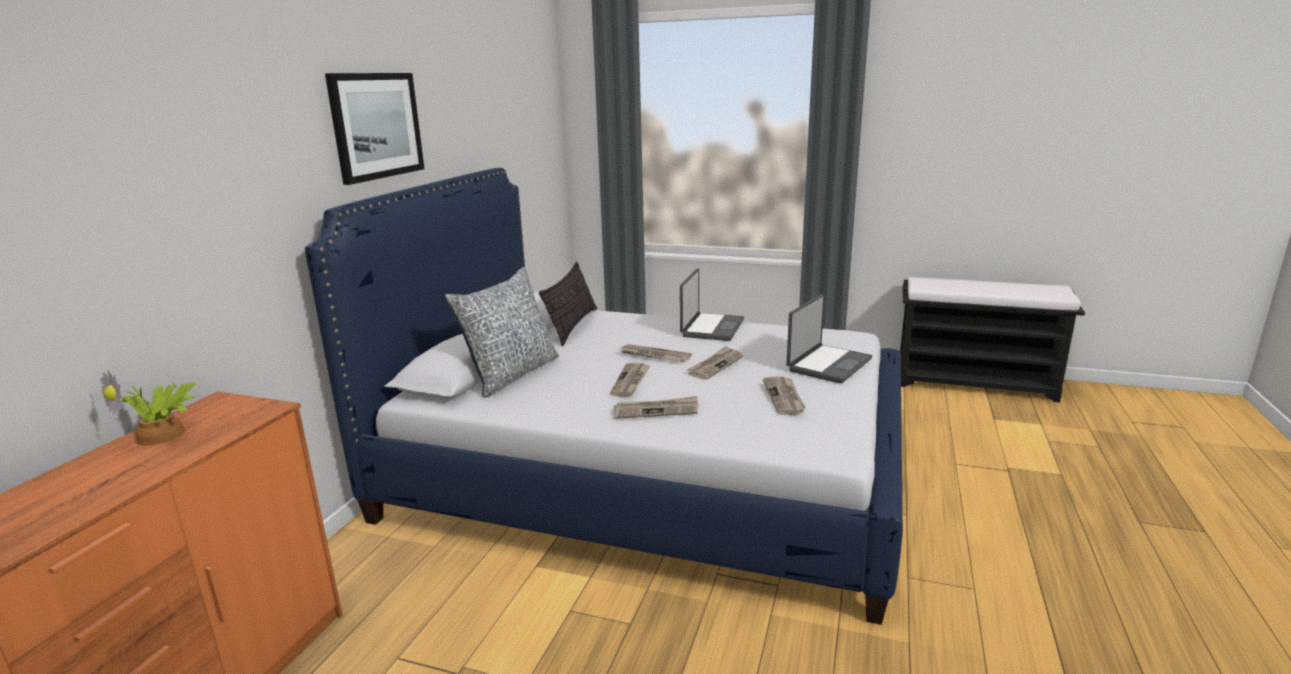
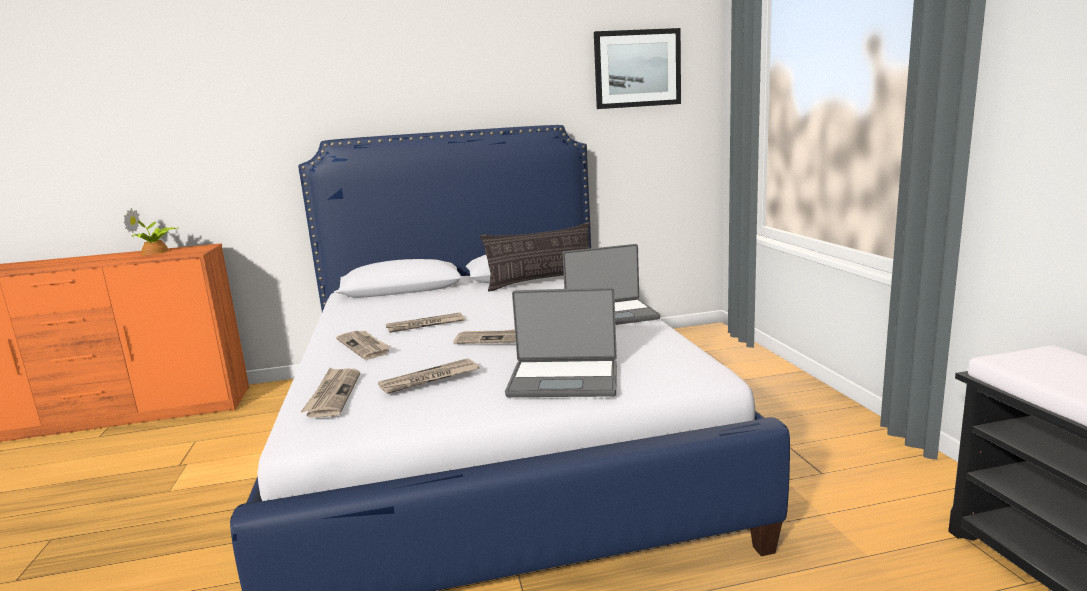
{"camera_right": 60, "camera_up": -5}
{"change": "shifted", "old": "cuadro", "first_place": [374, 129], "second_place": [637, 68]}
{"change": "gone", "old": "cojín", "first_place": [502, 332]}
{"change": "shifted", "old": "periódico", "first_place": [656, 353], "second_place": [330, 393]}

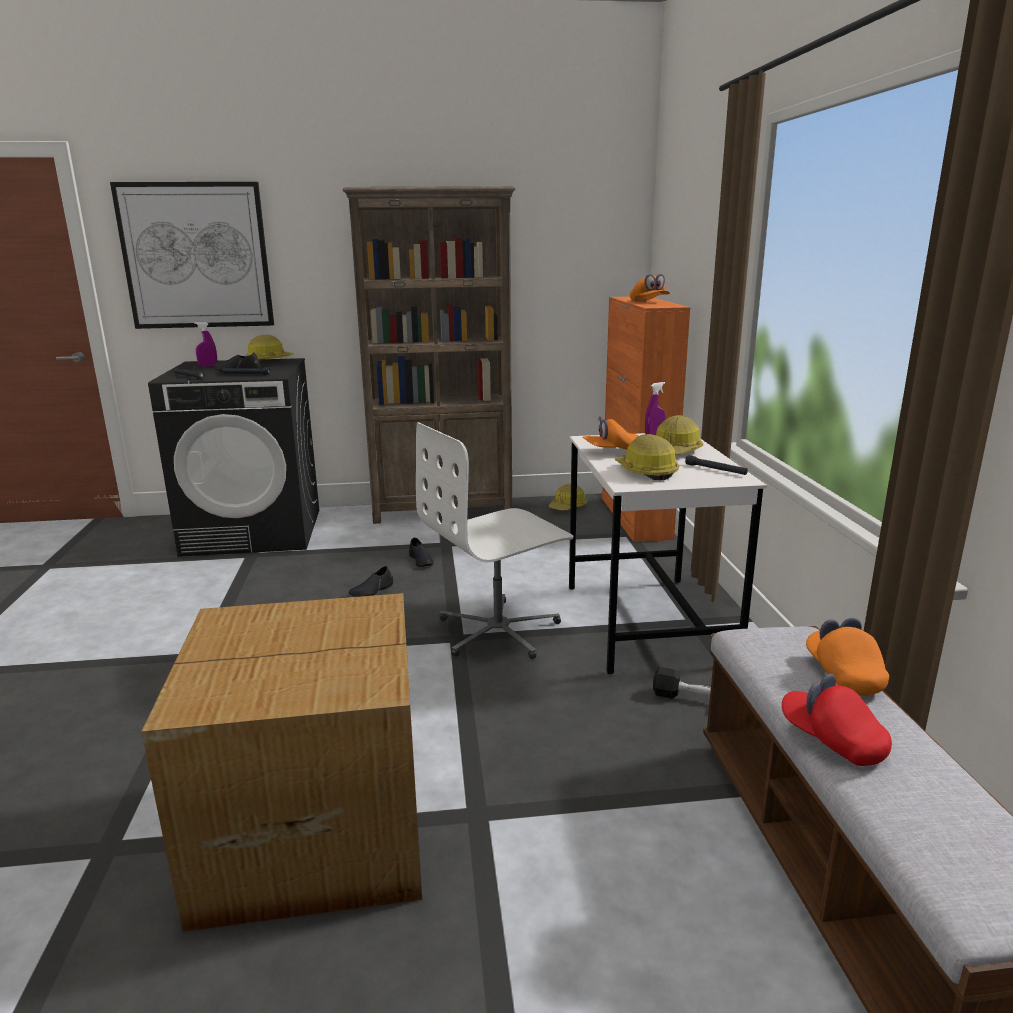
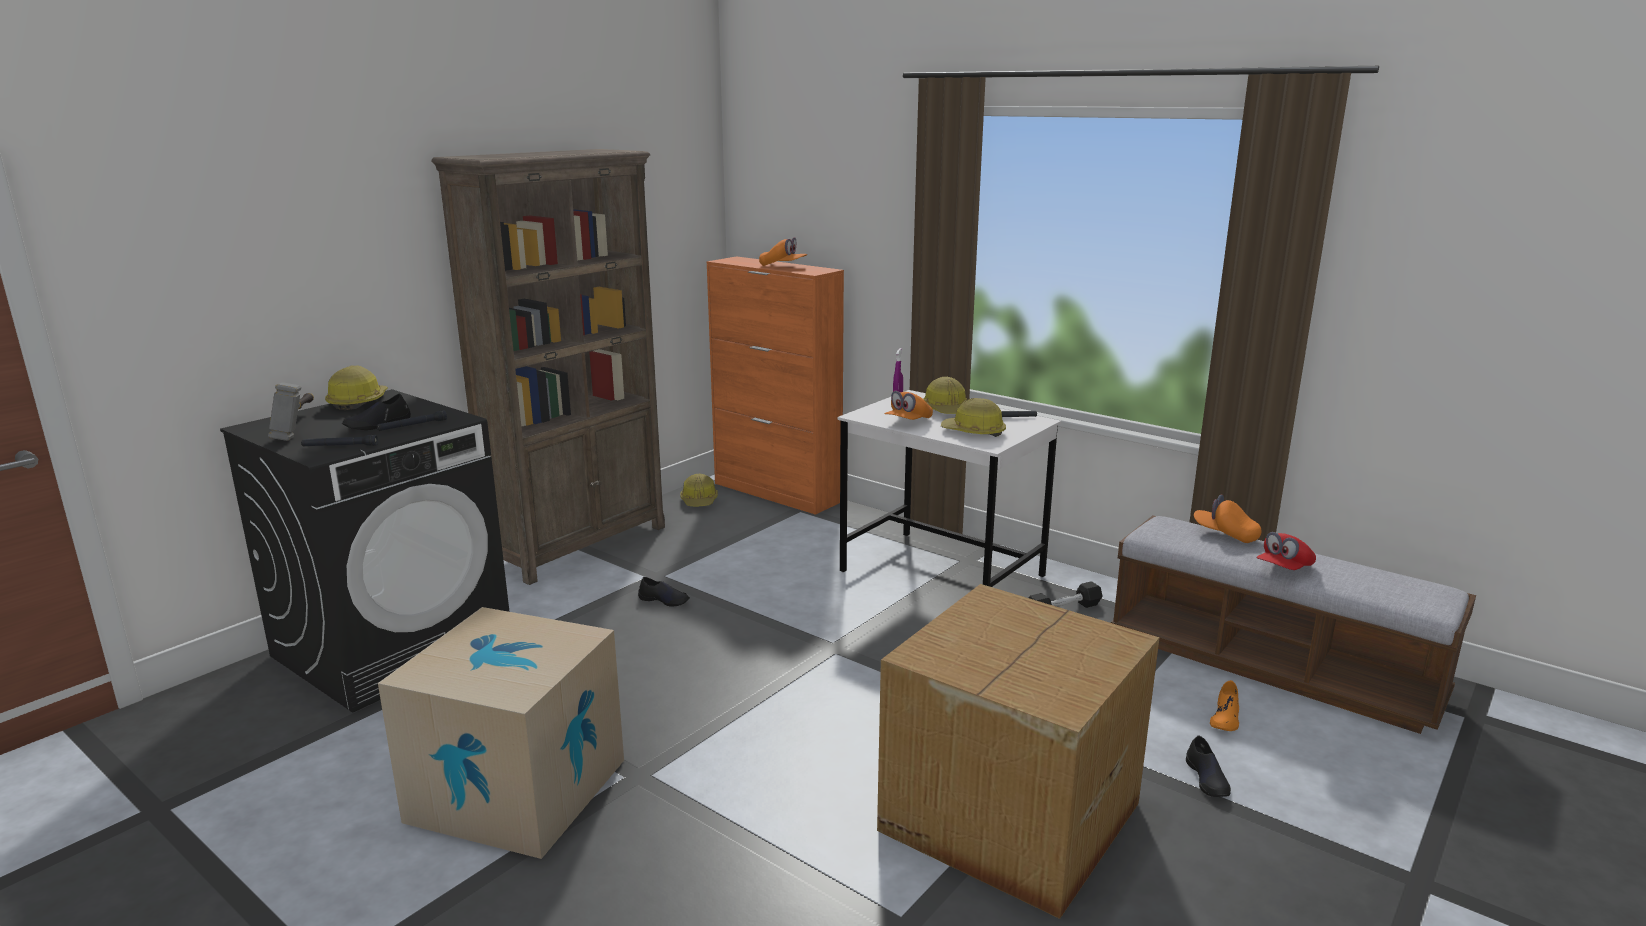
{"camera_right": -45, "camera_up": 0}
{"change": "gone", "old": "cuadro", "first_place": [192, 255]}
{"change": "swapped", "old": "pulverizador [morado]", "new": "martillo", "first_place": [205, 344], "second_place": [291, 411]}
{"change": "shifted", "old": "zapato [negro]", "first_place": [371, 581], "second_place": [1208, 766]}
{"change": "gone", "old": "silla de oficina [blanco]", "first_place": [495, 540]}
{"change": "rotated", "old": "gorra [rojo]", "first_place": [837, 720], "second_place": [1286, 551], "degrees": -45}
{"change": "new", "new": "caja de cartón", "second_place": [501, 733]}
{"change": "new", "new": "zapato [naranja]", "second_place": [1224, 705]}

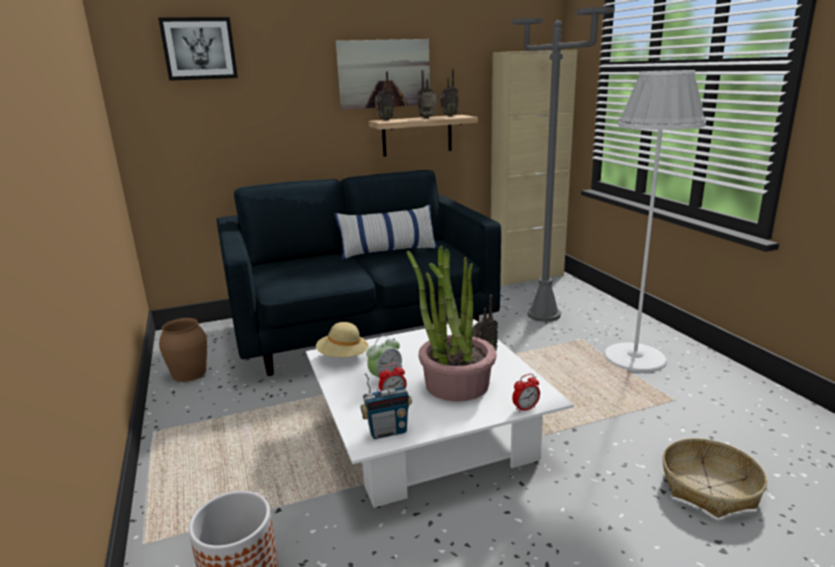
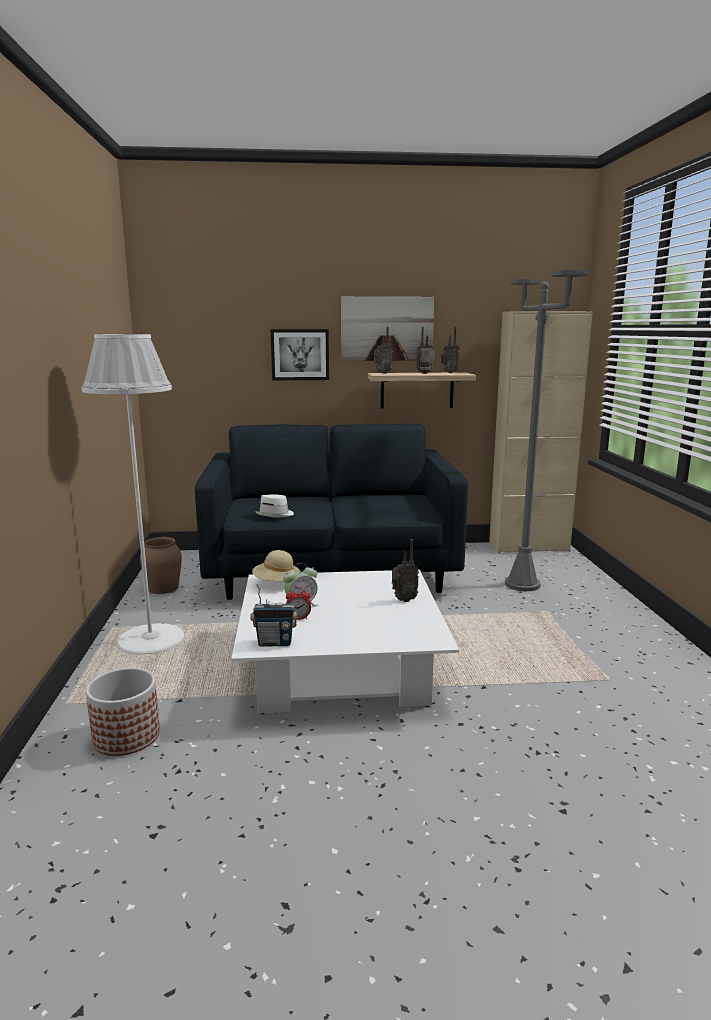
{"camera_right": 15, "camera_up": -5}
{"change": "shifted", "old": "cuadro", "first_place": [198, 49], "second_place": [299, 354]}
{"change": "gone", "old": "cojín", "first_place": [386, 233]}
{"change": "gone", "old": "planta en maceta", "first_place": [451, 323]}
{"change": "gone", "old": "despertador", "first_place": [526, 393]}
{"change": "shifted", "old": "lámpara de pie [blanco]", "first_place": [655, 221], "second_place": [133, 494]}
{"change": "gone", "old": "cesta", "first_place": [714, 478]}
{"change": "new", "new": "sombrero [blanco]", "second_place": [274, 506]}

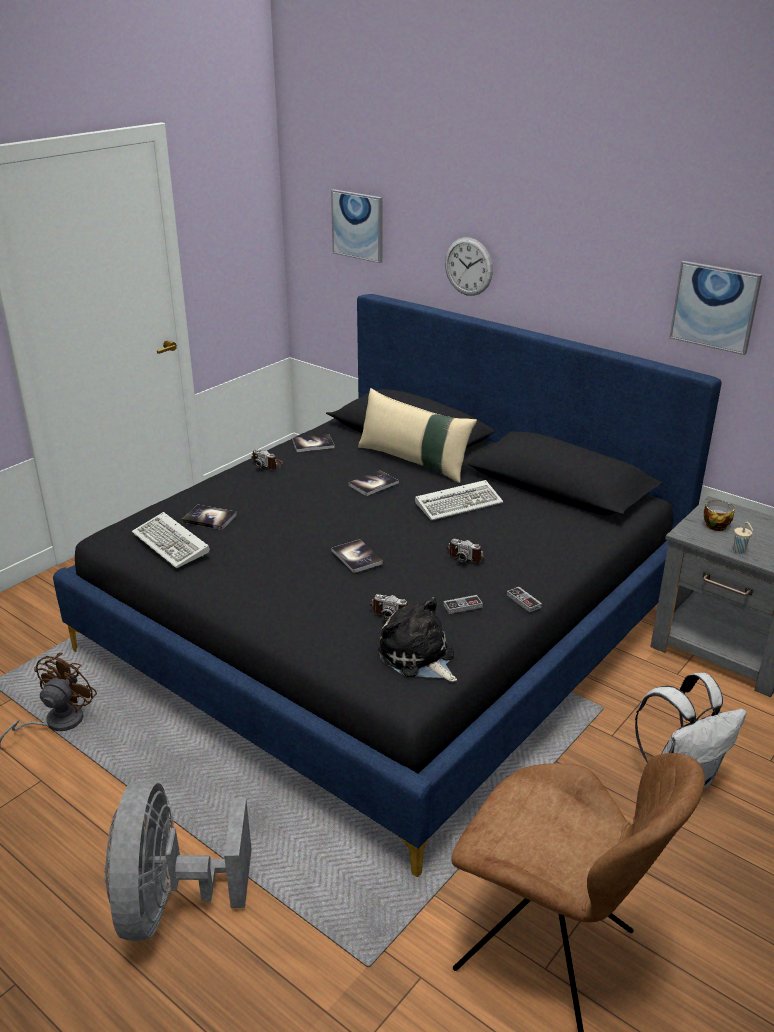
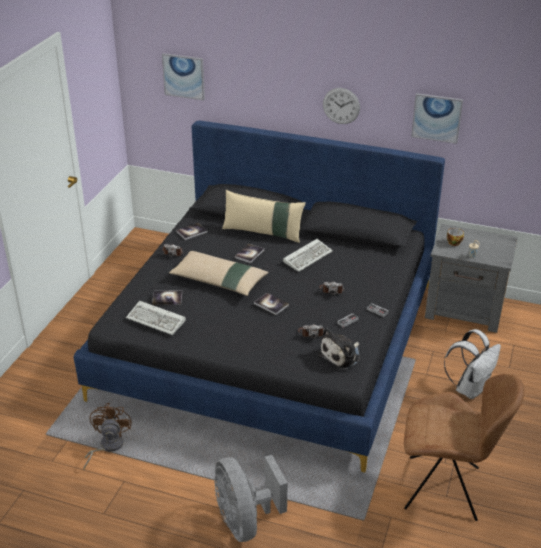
{"camera_right": -20, "camera_up": 5}
{"change": "rotated", "old": "peluche", "first_place": [417, 639], "second_place": [339, 349], "degrees": -75}
{"change": "shifted", "old": "reloj de pared", "first_place": [469, 266], "second_place": [341, 106]}
{"change": "new", "new": "cojín [beis]", "second_place": [219, 273]}

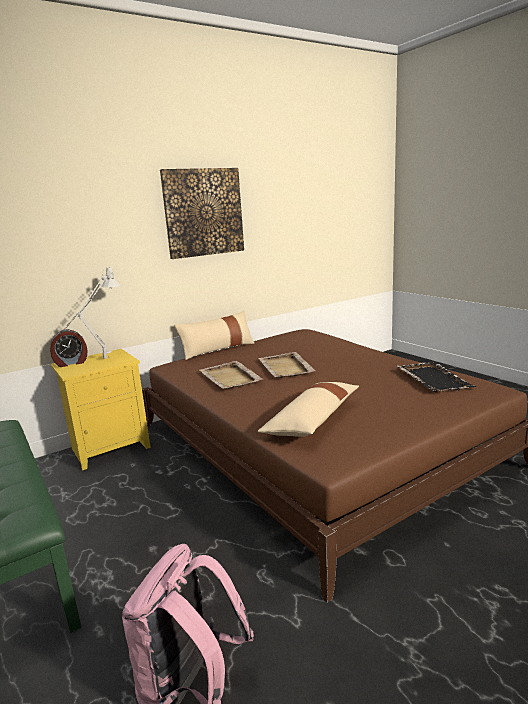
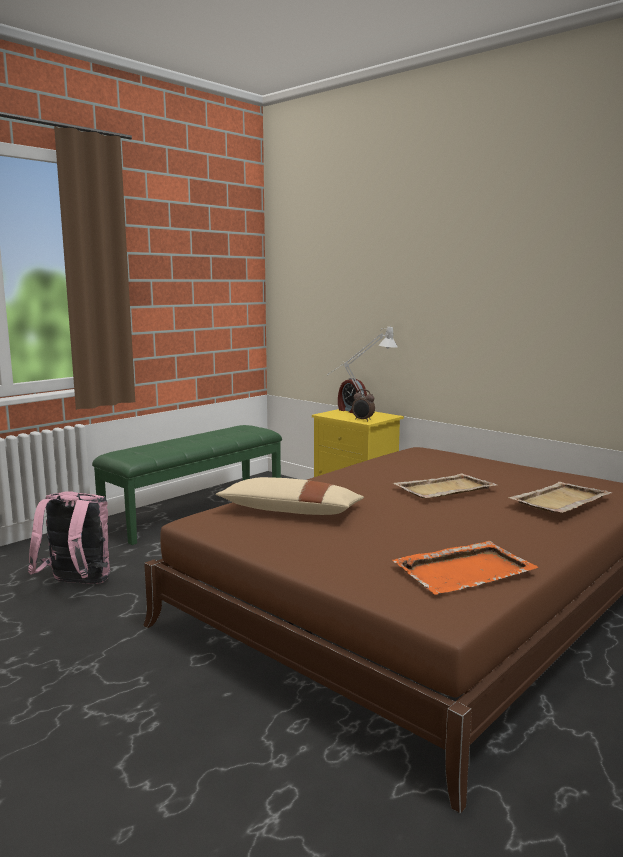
{"camera_right": 75, "camera_up": -5}
{"change": "gone", "old": "cuadro", "first_place": [202, 213]}
{"change": "gone", "old": "cojín [beis]", "first_place": [214, 335]}
{"change": "shifted", "old": "bandeja [beis]", "first_place": [231, 375], "second_place": [560, 497]}
{"change": "repainted", "old": "bandeja [negro]", "new": "bandeja [naranja]", "first_place": [437, 377], "second_place": [465, 568]}
{"change": "new", "new": "despertador", "second_place": [363, 405]}

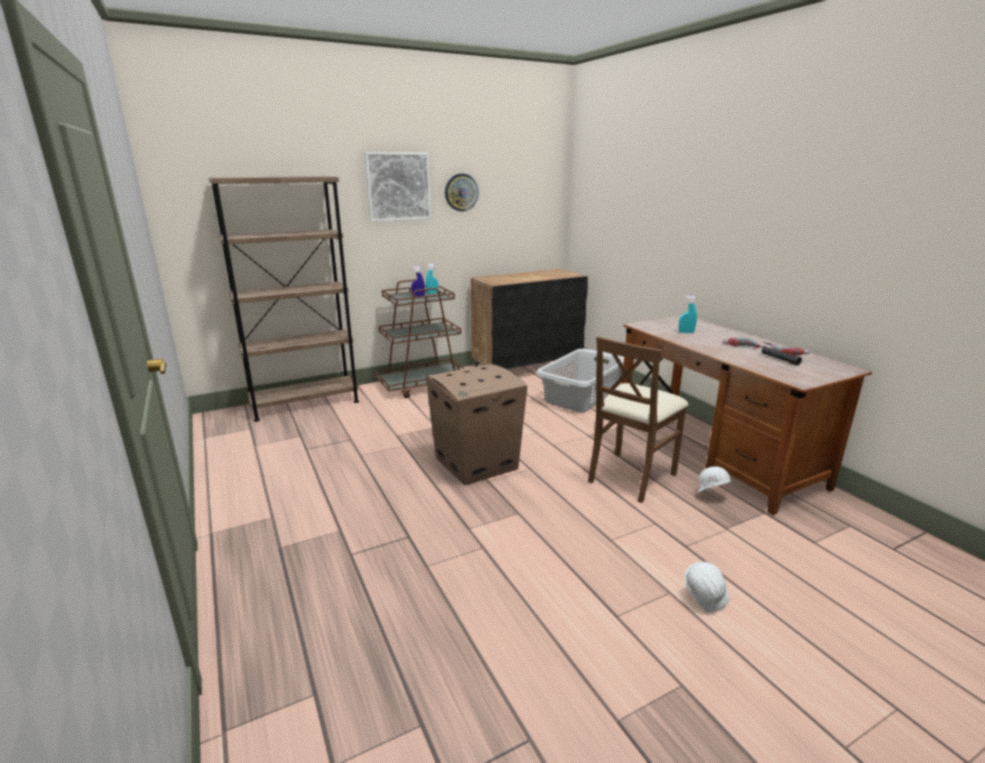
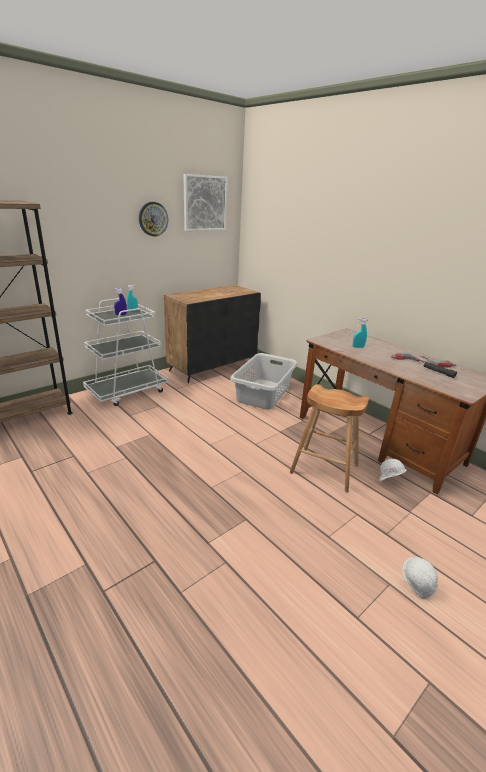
{"camera_right": -15, "camera_up": 5}
{"change": "shifted", "old": "cuadro", "first_place": [397, 187], "second_place": [205, 202]}
{"change": "repainted", "old": "carrito [marrón]", "new": "carrito [blanco]", "first_place": [420, 338], "second_place": [126, 352]}
{"change": "gone", "old": "caja de cartón", "first_place": [477, 424]}
{"change": "swapped", "old": "silla [marrón]", "new": "taburete [marrón]", "first_place": [638, 419], "second_place": [329, 438]}

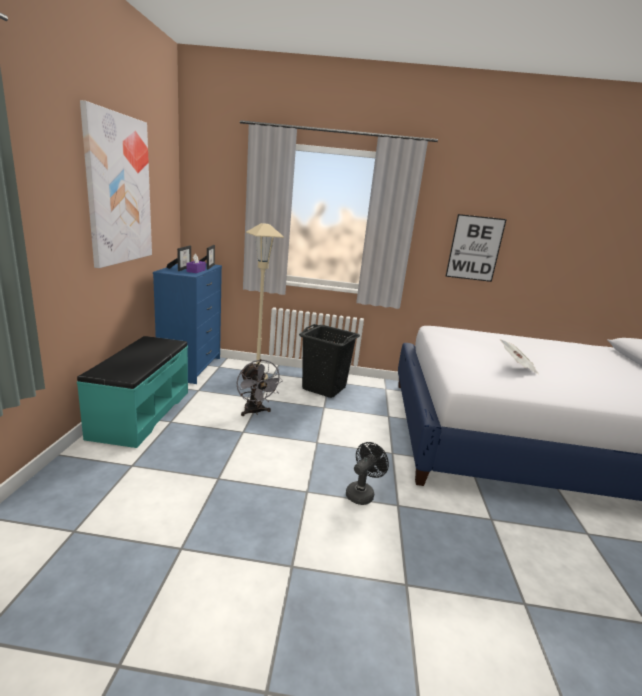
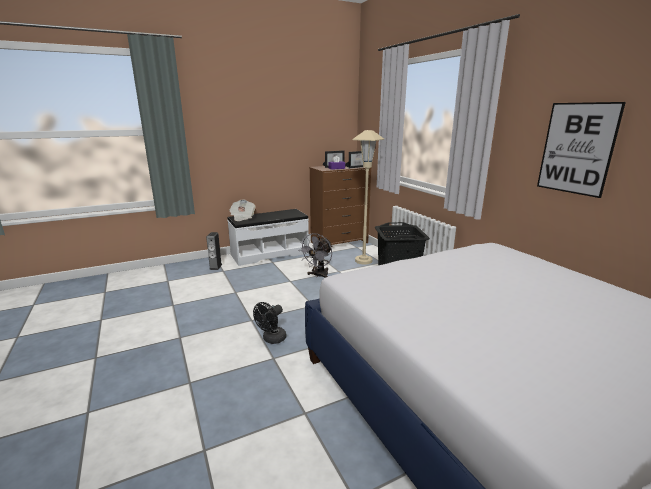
{"camera_right": 60, "camera_up": 0}
{"change": "repainted", "old": "banco [turquesa]", "new": "banco [blanco]", "first_place": [132, 392], "second_place": [268, 237]}
{"change": "gone", "old": "cuadro", "first_place": [116, 184]}
{"change": "repainted", "old": "cómoda [azul]", "new": "cómoda [marrón]", "first_place": [187, 324], "second_place": [340, 205]}
{"change": "rotated", "old": "ventilador [negro]", "first_place": [367, 473], "second_place": [269, 323], "degrees": 120}
{"change": "shifted", "old": "periódico", "first_place": [519, 356], "second_place": [242, 210]}
{"change": "new", "new": "altavoz", "second_place": [214, 251]}

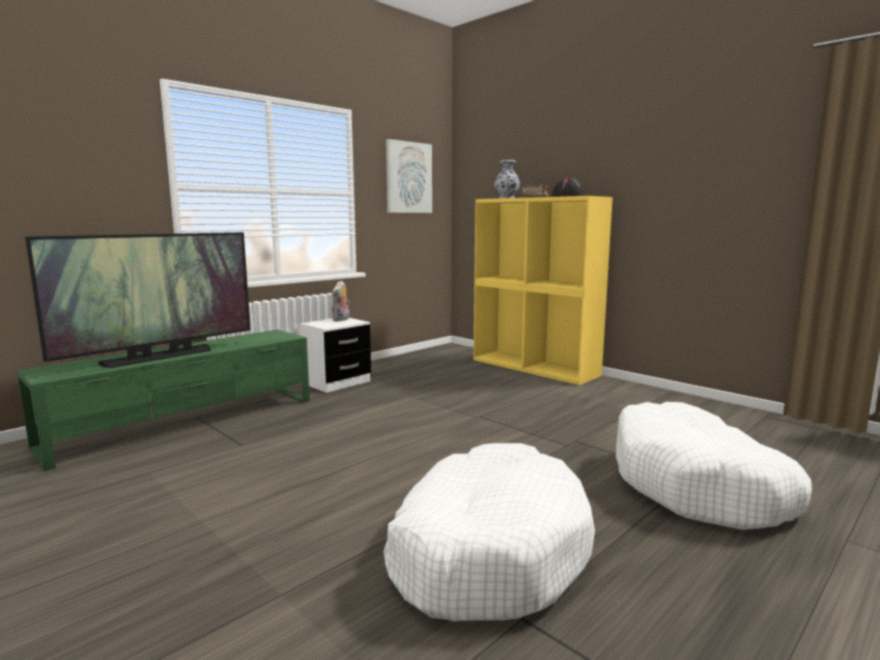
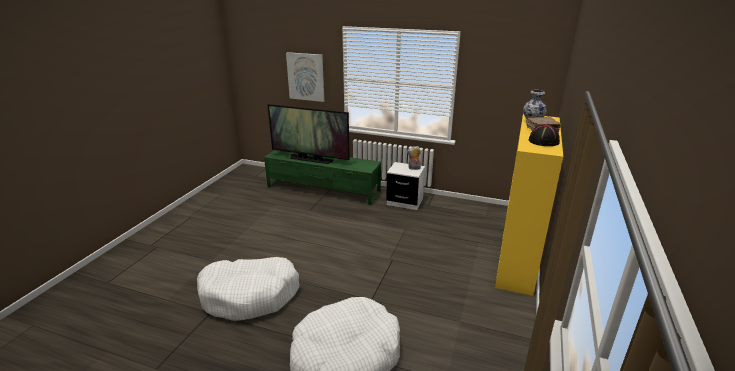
{"camera_right": 65, "camera_up": 15}
{"change": "shifted", "old": "cuadro", "first_place": [409, 176], "second_place": [305, 77]}

